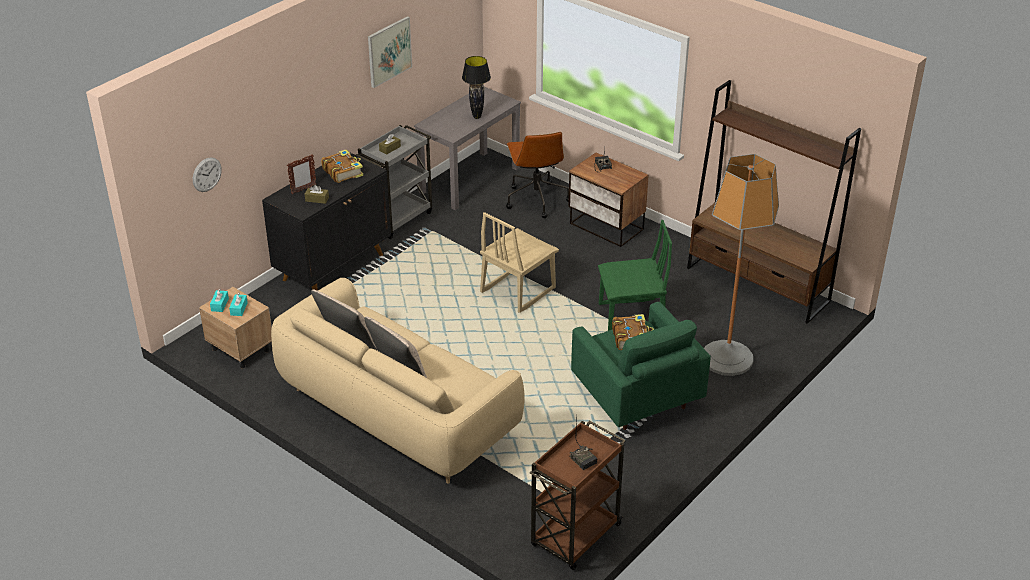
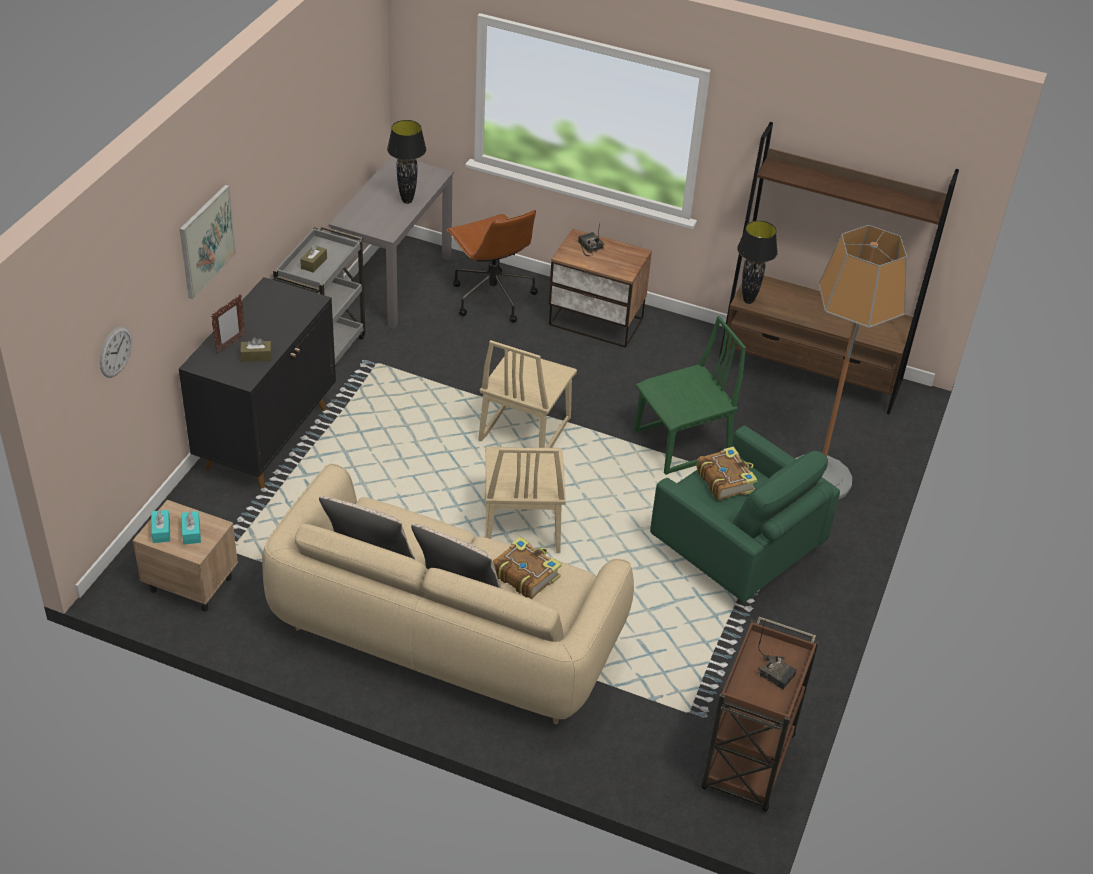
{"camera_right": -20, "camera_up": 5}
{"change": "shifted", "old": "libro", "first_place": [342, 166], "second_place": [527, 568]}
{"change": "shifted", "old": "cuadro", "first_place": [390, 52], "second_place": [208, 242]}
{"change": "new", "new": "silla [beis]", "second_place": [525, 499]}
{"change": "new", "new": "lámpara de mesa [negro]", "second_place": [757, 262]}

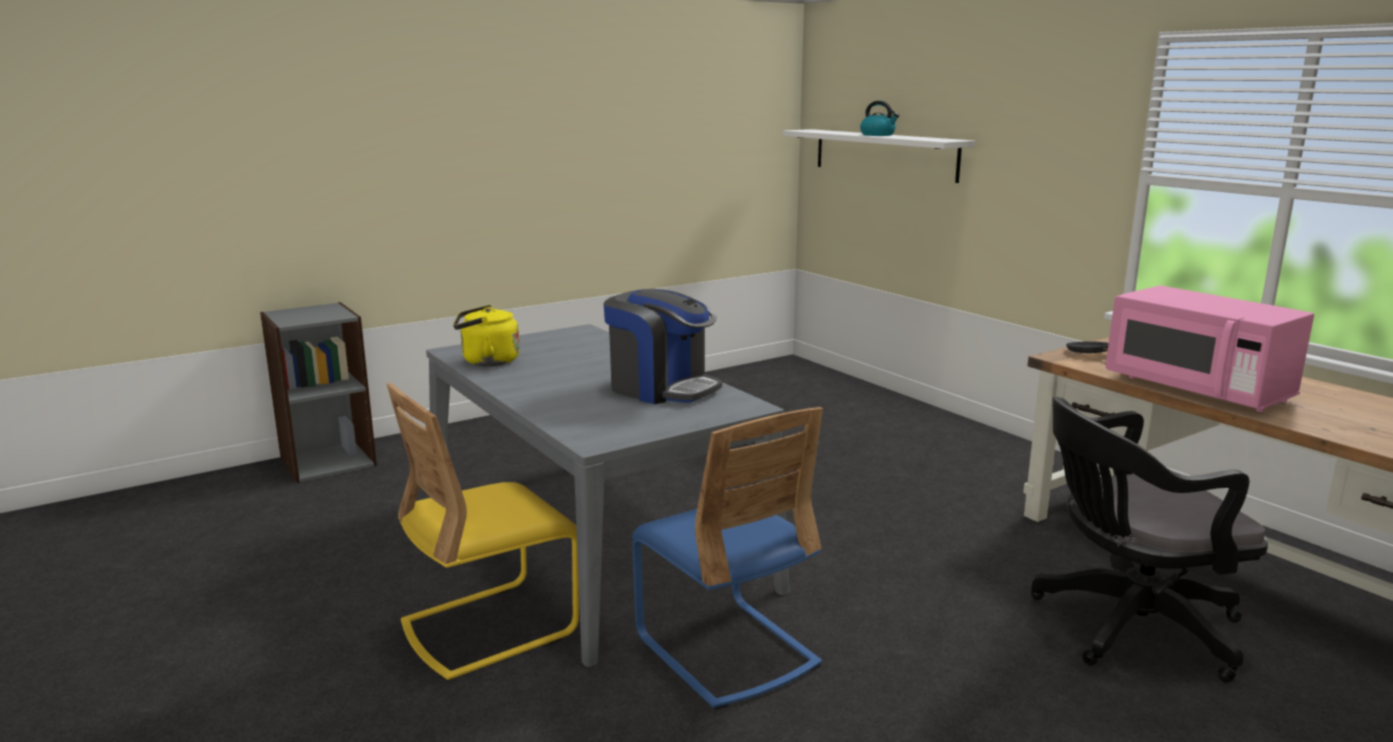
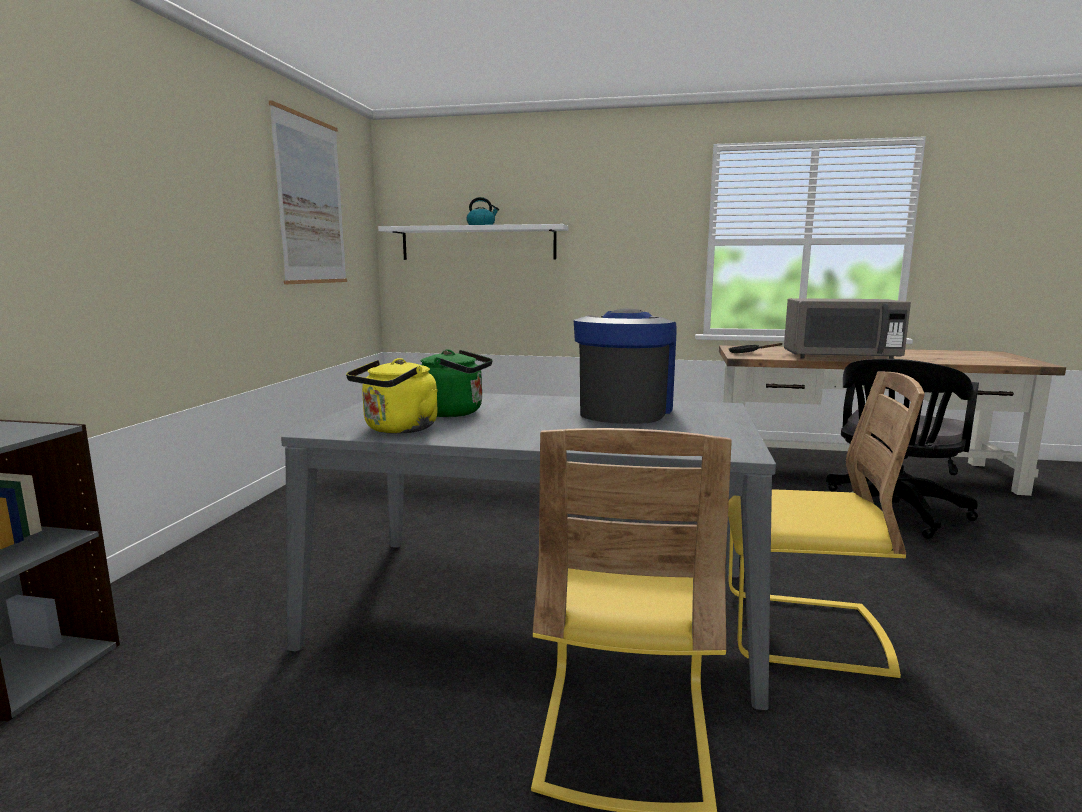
{"camera_right": -45, "camera_up": -5}
{"change": "rotated", "old": "cafetera", "first_place": [662, 346], "second_place": [624, 366], "degrees": -60}
{"change": "repainted", "old": "silla [azul]", "new": "silla [amarillo]", "first_place": [727, 558], "second_place": [826, 525]}
{"change": "repainted", "old": "microondas [rosa]", "new": "microondas [gris]", "first_place": [1210, 348], "second_place": [847, 328]}
{"change": "new", "new": "cuadro", "second_place": [308, 192]}
{"change": "new", "new": "hervidor [verde]", "second_place": [456, 383]}

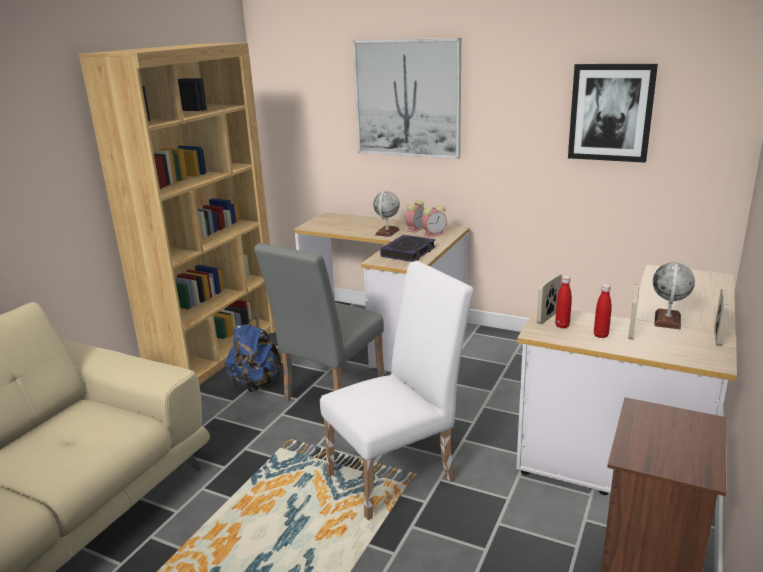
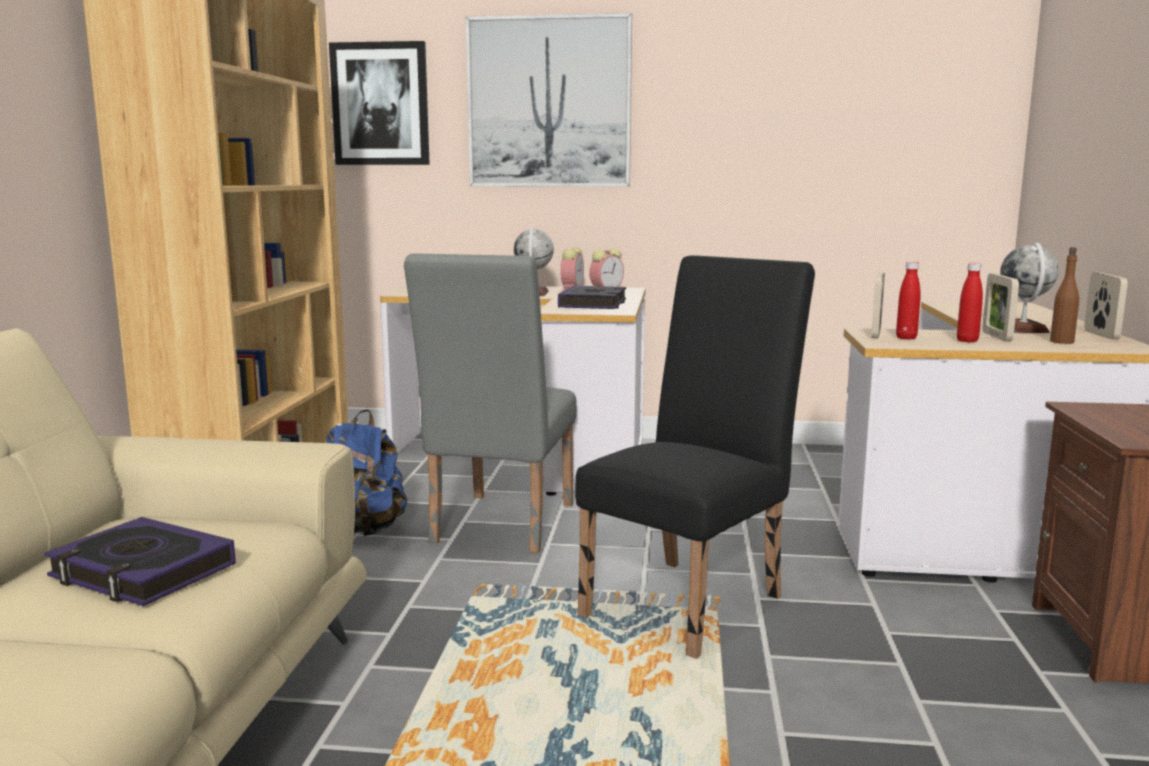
{"camera_right": -20, "camera_up": -10}
{"change": "repainted", "old": "silla [blanco]", "new": "silla [negro]", "first_place": [397, 390], "second_place": [695, 457]}
{"change": "shifted", "old": "cuadro", "first_place": [613, 113], "second_place": [379, 103]}
{"change": "new", "new": "libro", "second_place": [140, 561]}
{"change": "new", "new": "botella [marrón]", "second_place": [1064, 295]}

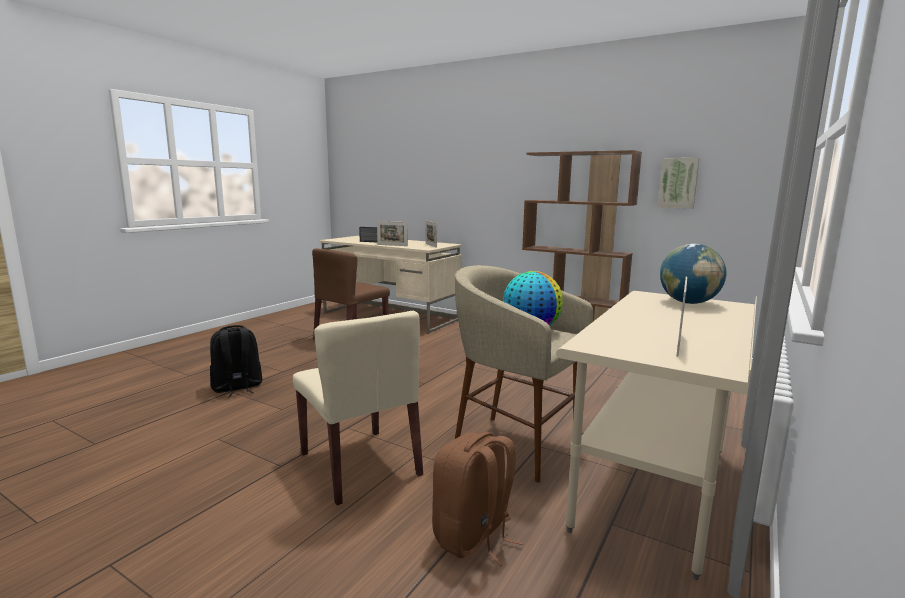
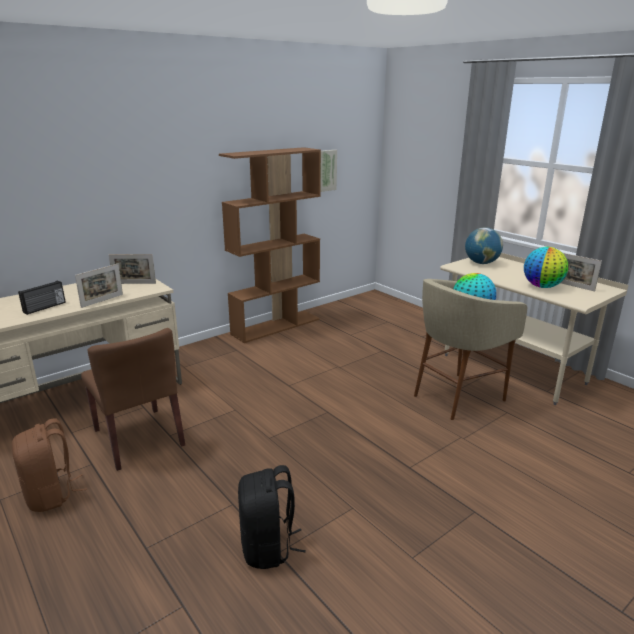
{"camera_right": -70, "camera_up": 10}
{"change": "gone", "old": "silla [beis]", "first_place": [358, 408]}
{"change": "shifted", "old": "mochila [marrón]", "first_place": [477, 499], "second_place": [49, 465]}
{"change": "new", "new": "globo terráqueo", "second_place": [546, 267]}

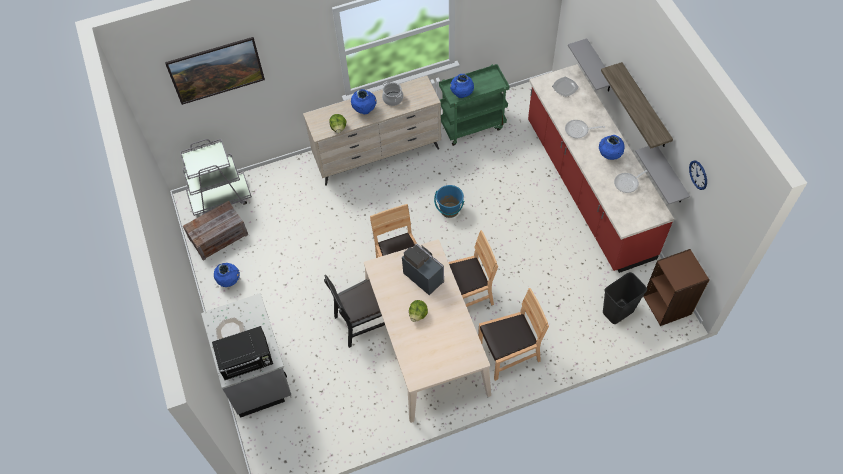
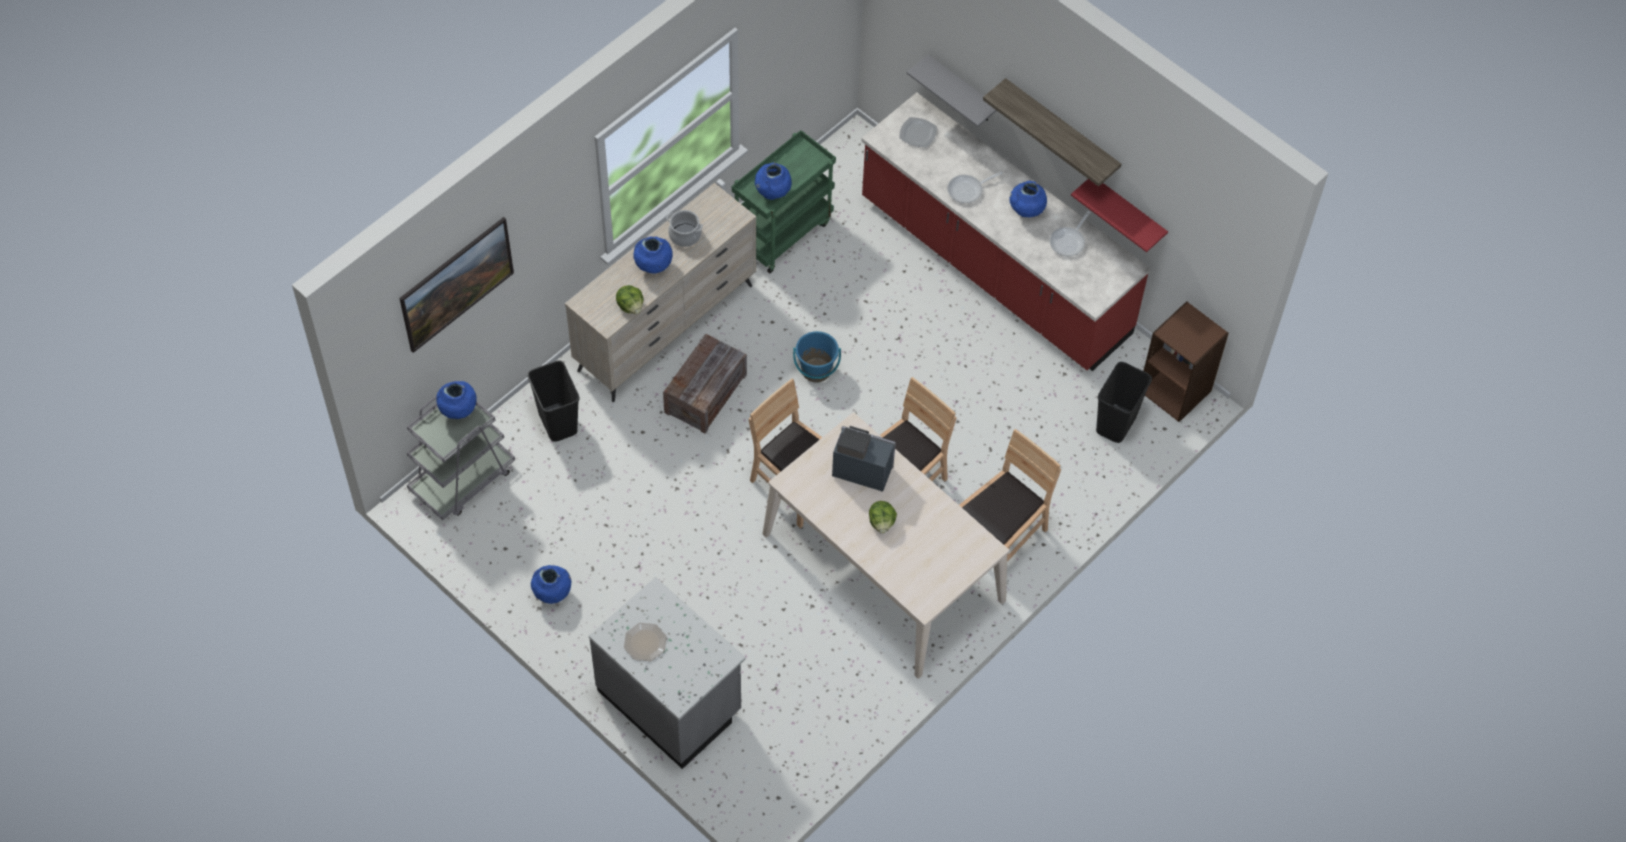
{"camera_right": -30, "camera_up": 0}
{"change": "shifted", "old": "caja de embalaje", "first_place": [215, 231], "second_place": [705, 384]}
{"change": "gone", "old": "microondas [negro]", "first_place": [242, 353]}
{"change": "gone", "old": "silla [negro]", "first_place": [354, 311]}
{"change": "repainted", "old": "estante [gris]", "new": "estante [rojo]", "first_place": [662, 175], "second_place": [1119, 215]}
{"change": "gone", "old": "reloj de pared", "first_place": [698, 175]}
{"change": "new", "new": "florero [azul]", "second_place": [456, 400]}
{"change": "new", "new": "papelera [negro]", "second_place": [553, 401]}

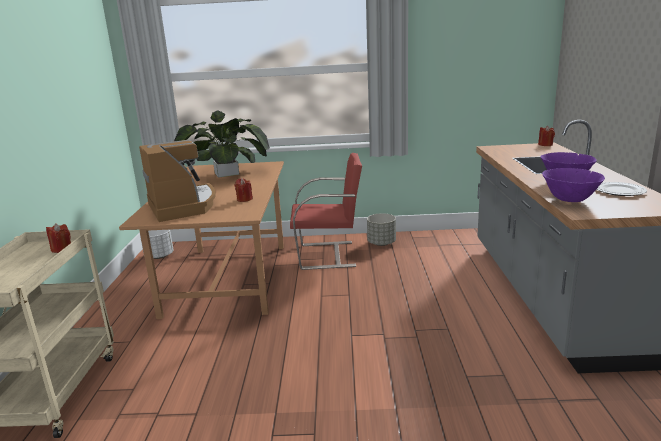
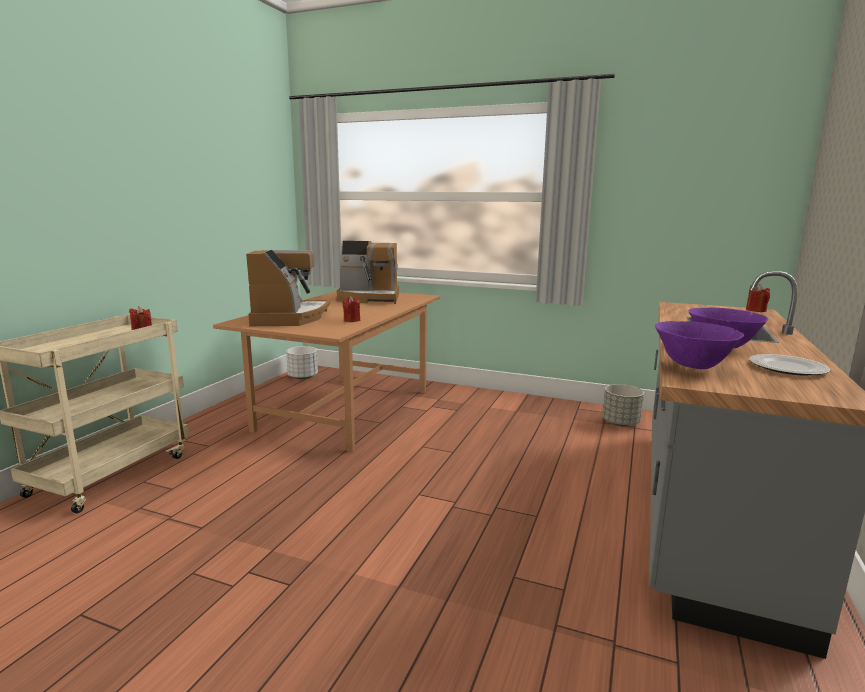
{"camera_right": 20, "camera_up": -5}
{"change": "swapped", "old": "planta en maceta", "new": "cafetera", "first_place": [222, 144], "second_place": [368, 272]}
{"change": "gone", "old": "silla [rojo]", "first_place": [326, 211]}
{"change": "shifted", "old": "maceta [gris]", "first_place": [381, 229], "second_place": [623, 405]}

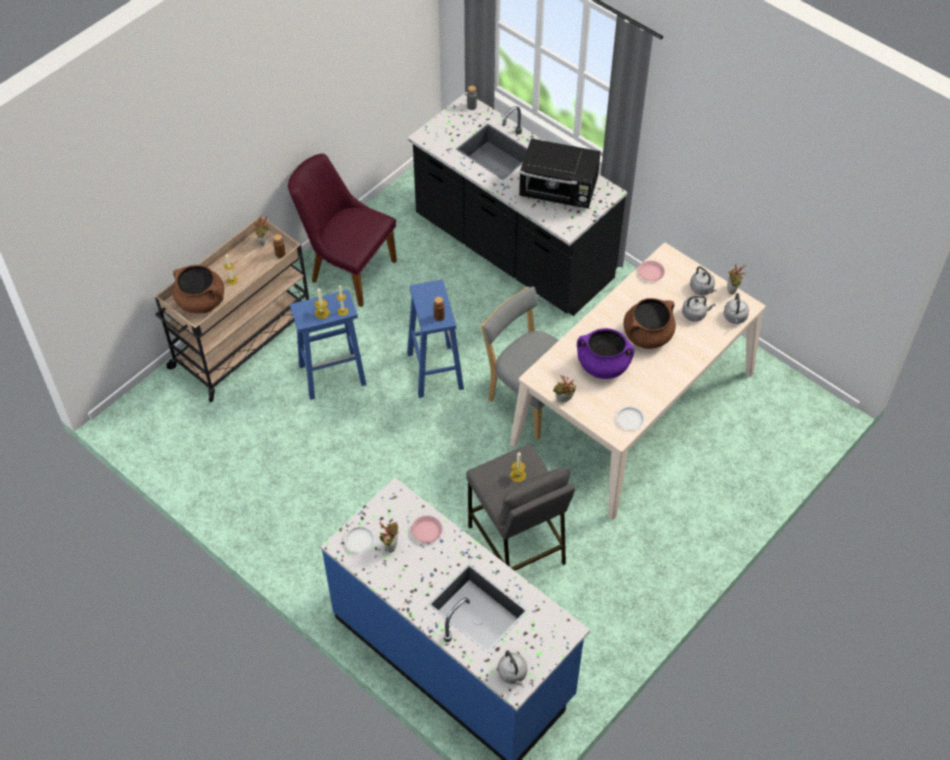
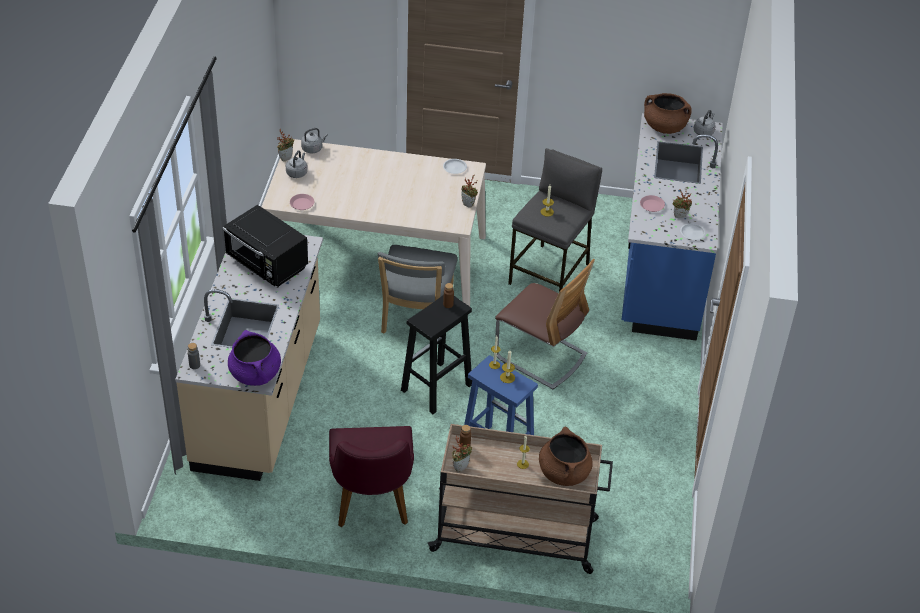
{"camera_right": -125, "camera_up": -10}
{"change": "repainted", "old": "taburete [azul]", "new": "taburete [negro]", "first_place": [435, 339], "second_place": [436, 354]}
{"change": "repainted", "old": "mueble bajo de cocina [negro]", "new": "mueble bajo de cocina [beis]", "first_place": [517, 204], "second_place": [249, 358]}
{"change": "rotated", "old": "microondas [negro]", "first_place": [560, 173], "second_place": [265, 246], "degrees": 150}
{"change": "shifted", "old": "olla [morado]", "first_place": [605, 353], "second_place": [254, 358]}
{"change": "shifted", "old": "olla [marrón]", "first_place": [649, 323], "second_place": [668, 113]}
{"change": "gone", "old": "hervidor [gris]", "first_place": [698, 309]}
{"change": "new", "new": "silla", "second_place": [545, 324]}

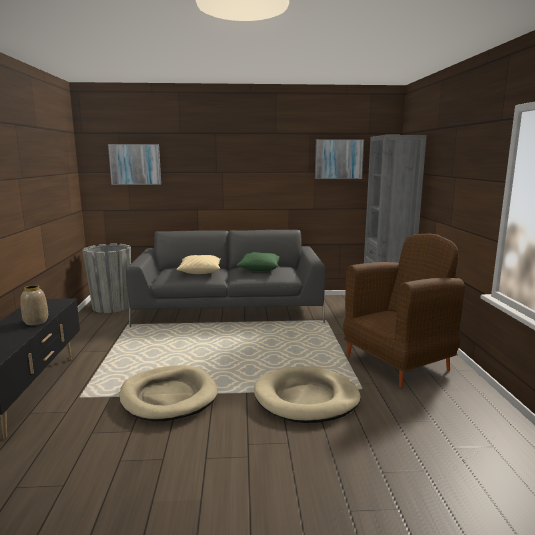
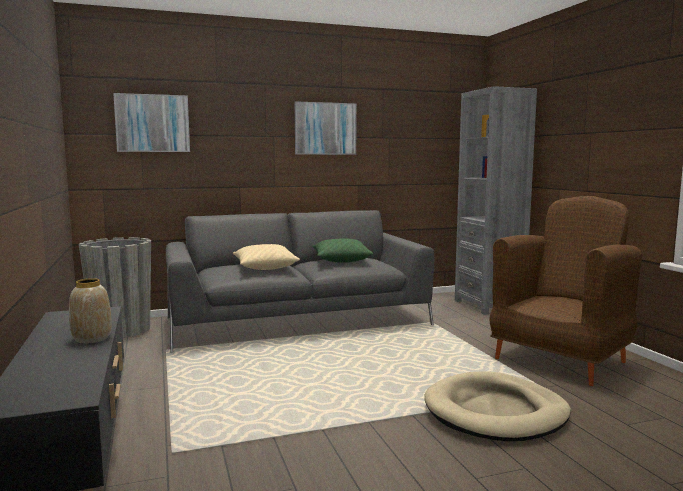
{"camera_right": -15, "camera_up": -5}
{"change": "gone", "old": "cama para perro [beis]", "first_place": [168, 393]}
{"change": "shifted", "old": "cuadro", "first_place": [339, 159], "second_place": [325, 128]}

